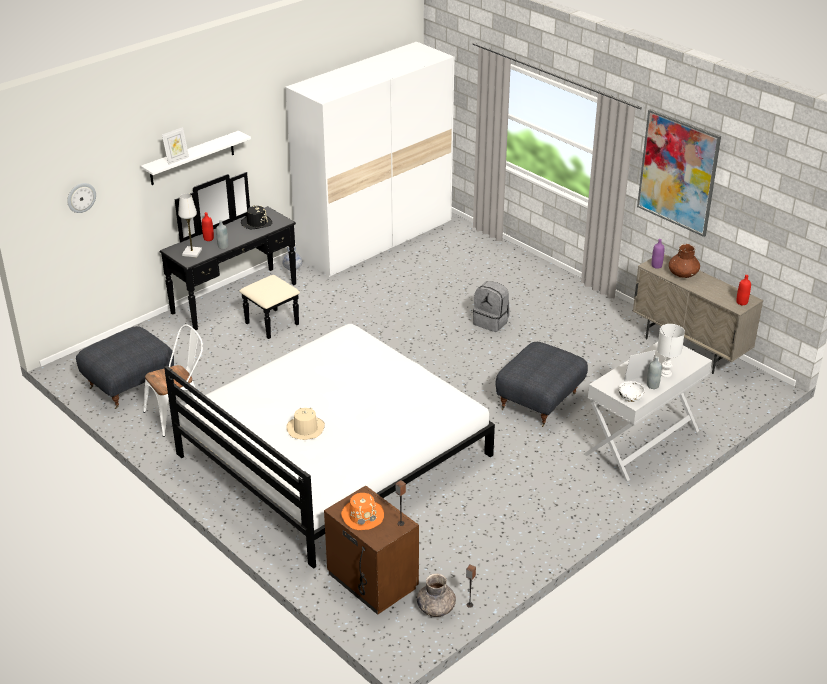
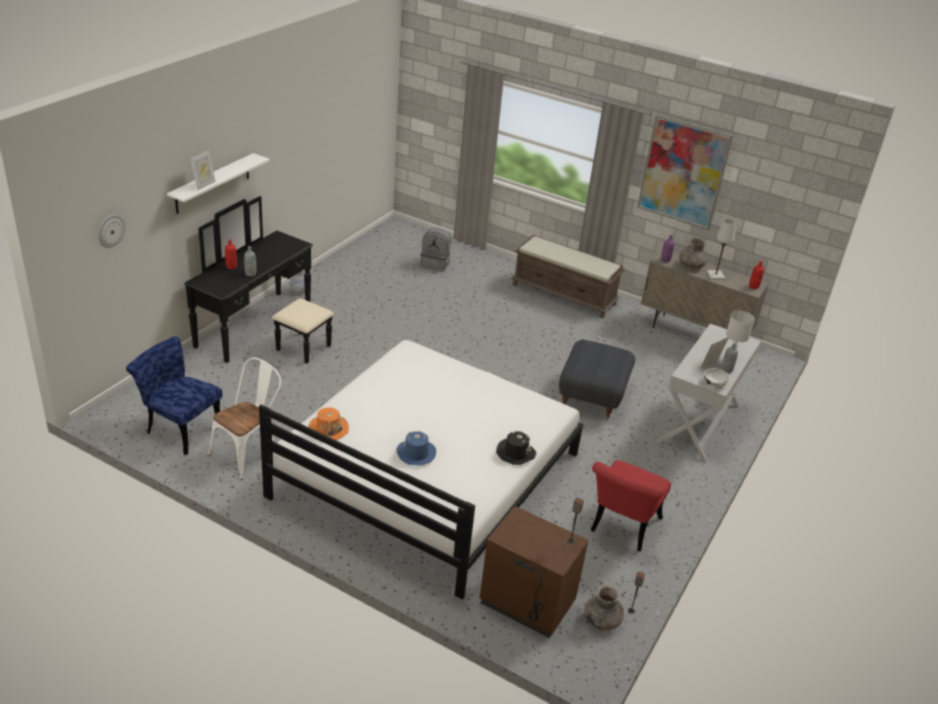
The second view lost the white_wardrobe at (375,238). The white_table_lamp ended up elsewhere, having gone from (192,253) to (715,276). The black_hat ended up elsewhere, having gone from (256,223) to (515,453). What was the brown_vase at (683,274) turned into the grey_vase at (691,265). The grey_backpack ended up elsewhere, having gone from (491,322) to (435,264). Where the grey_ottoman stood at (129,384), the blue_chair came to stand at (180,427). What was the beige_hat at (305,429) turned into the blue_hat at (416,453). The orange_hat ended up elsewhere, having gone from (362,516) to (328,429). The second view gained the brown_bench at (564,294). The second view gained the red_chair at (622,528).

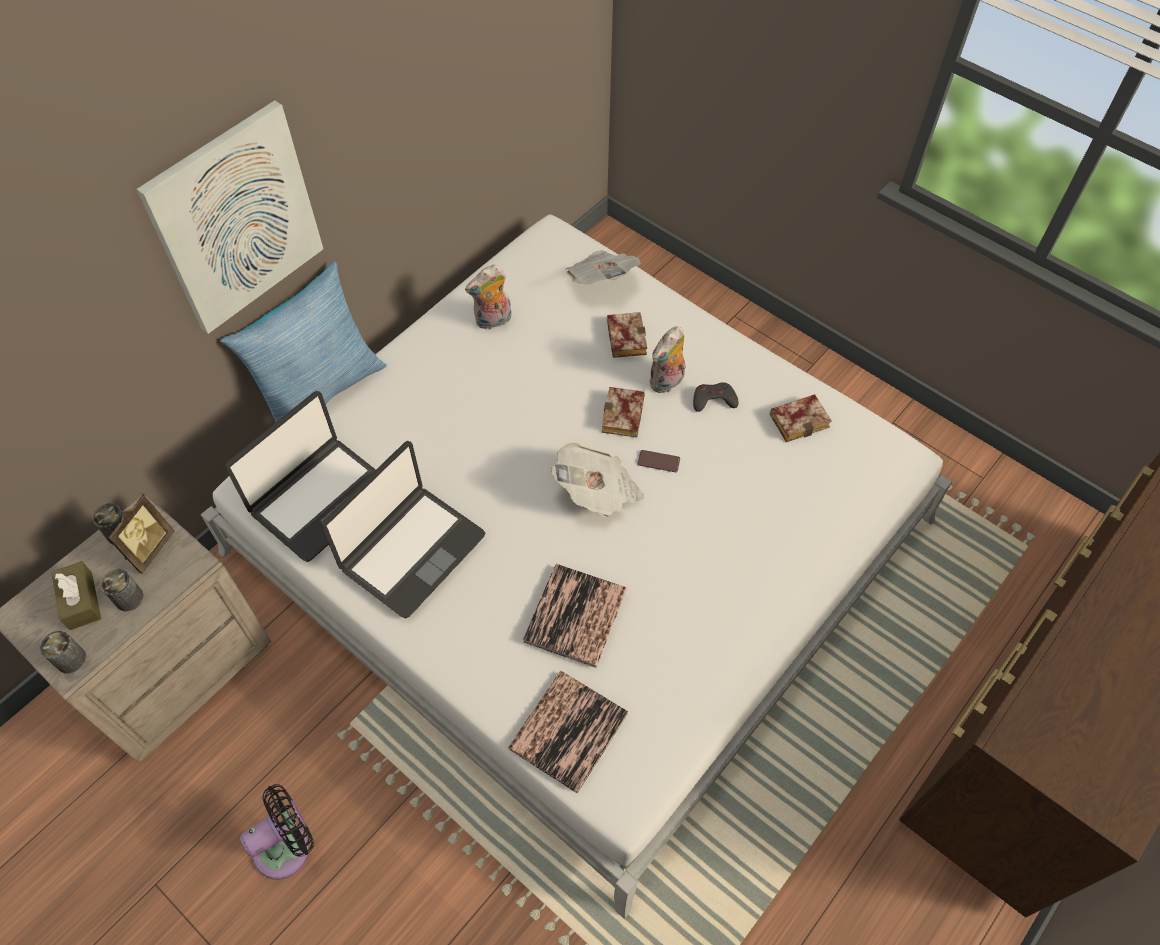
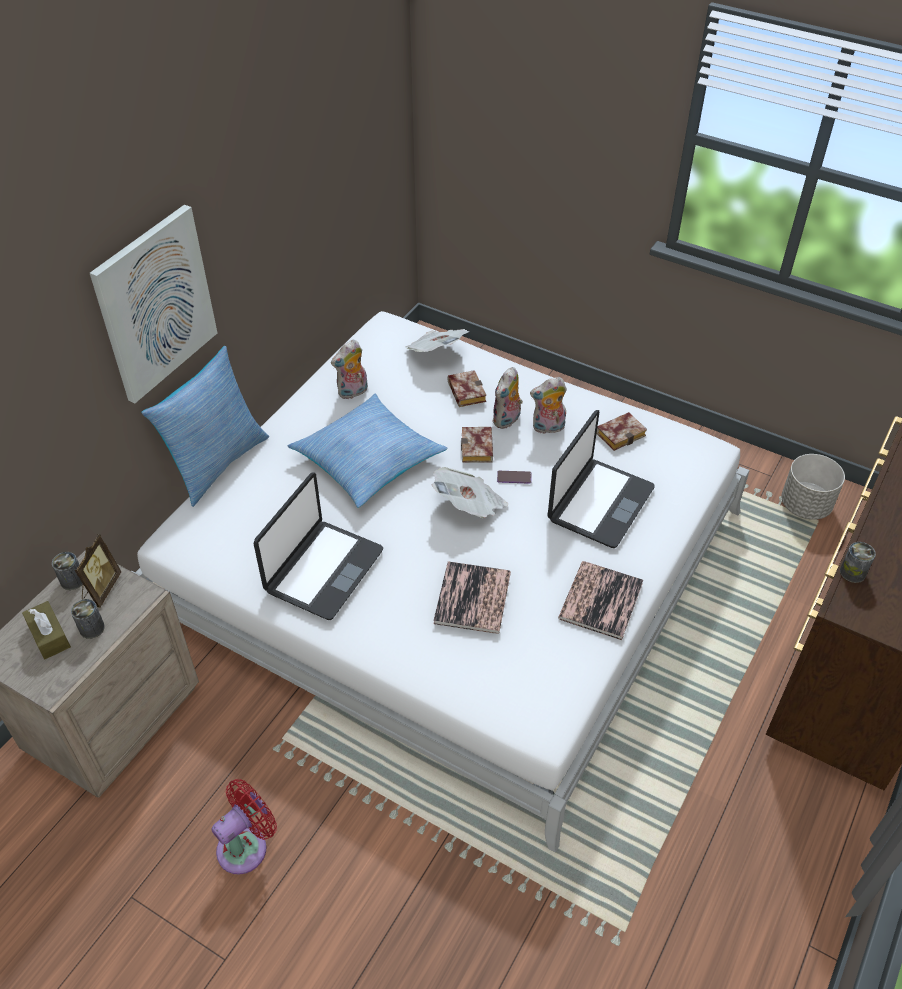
Where the grey_game_controller stood at (713,400), the plush_toy came to stand at (548,428). The laptop ended up elsewhere, having gone from (320,499) to (599,503). The can ended up elsewhere, having gone from (71,659) to (852,572). The book ended up elsewhere, having gone from (568,731) to (601,600). What was the black_fan at (287,846) turned into the red_fan at (246,846). The second view gained the pillow at (367,459). The second view gained the grey_planter at (805,506).

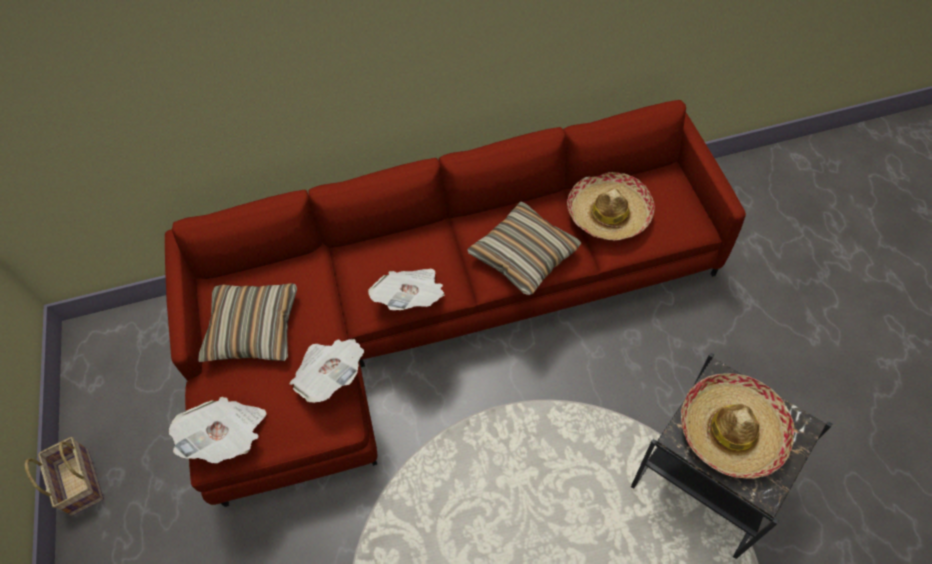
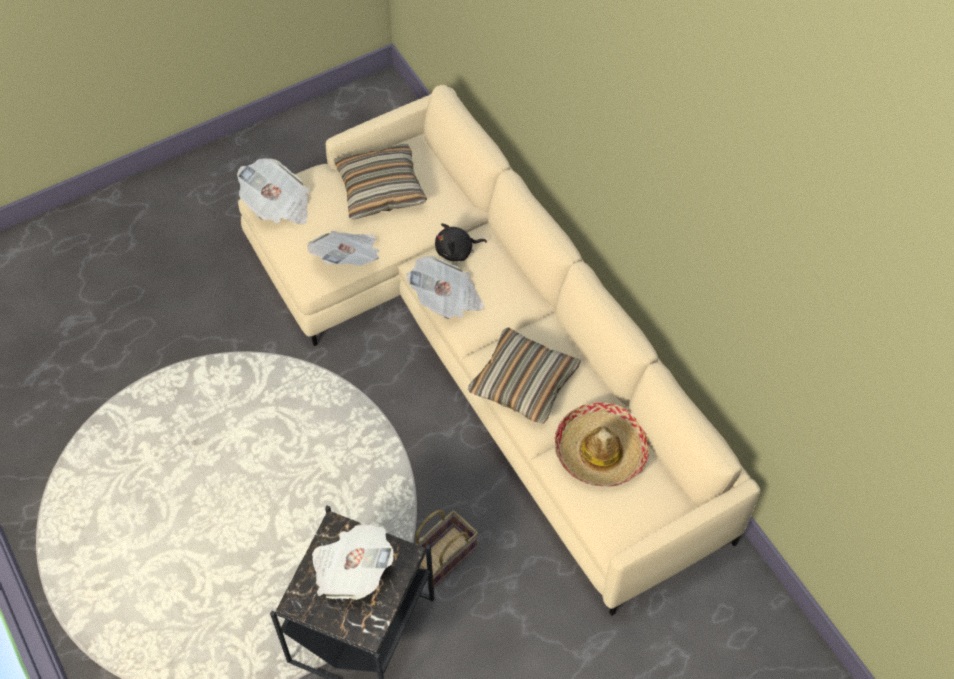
What was the red_sofa at (435,309) turned into the beige_sofa at (487,351). Where the hat stood at (732,430), the newspaper came to stand at (351,570). The basket ended up elsewhere, having gone from (79,481) to (444,555). The second view gained the black_plush_toy at (457,251).

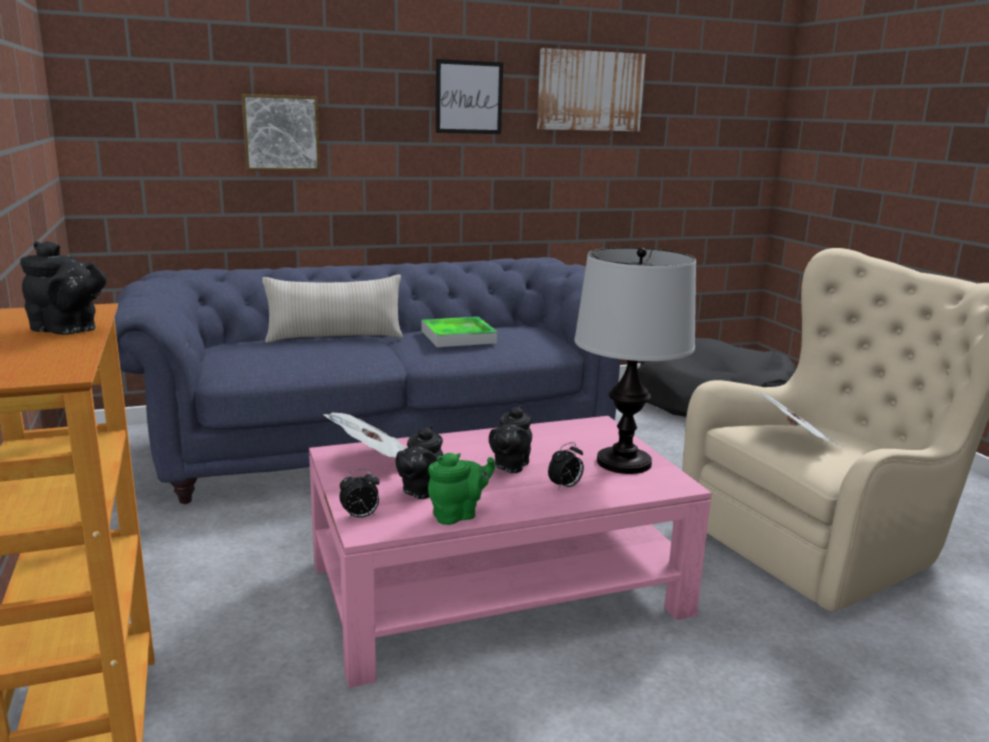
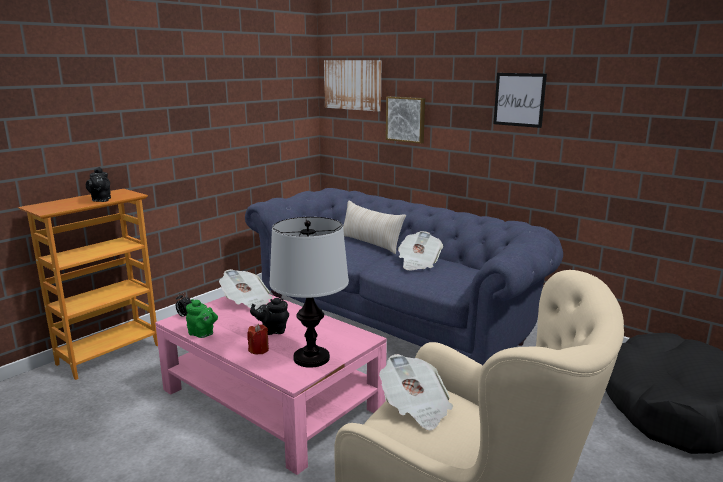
The picture ended up elsewhere, having gone from (590,91) to (353,85). Where the tray stood at (458,337), the newspaper came to stand at (418,263). The second view lost the black_teapot at (420,491). Where the alarm_clock stood at (565,487), the red_candle came to stand at (259,350).

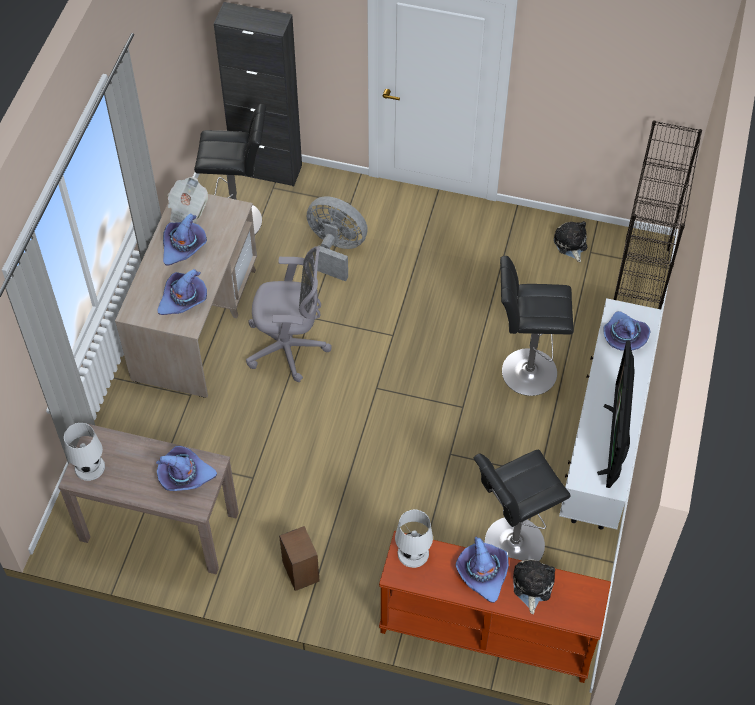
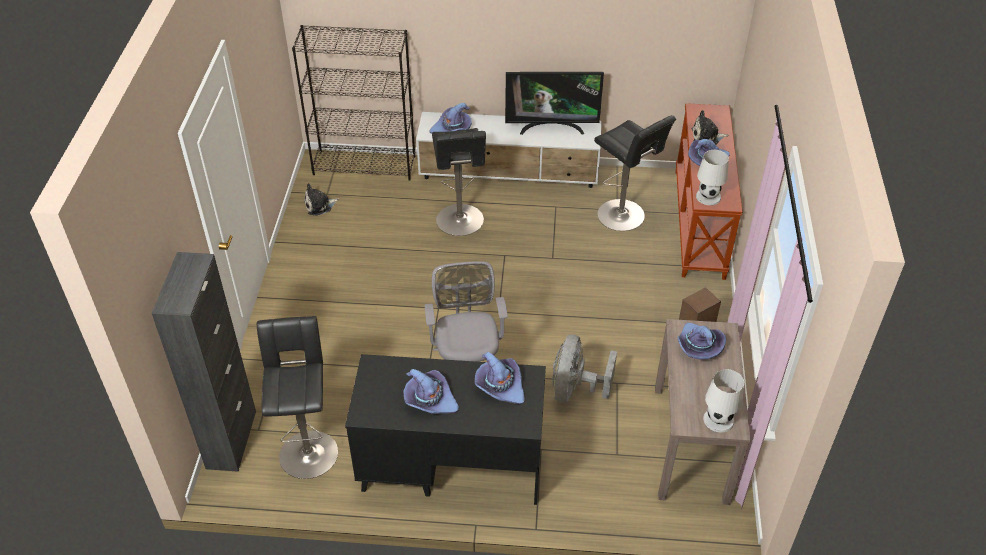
The second view lost the newspaper at (187,210). What was the beige_desk at (196,322) turned into the black_desk at (450,463). The grey_fan ended up elsewhere, having gone from (336,250) to (575,389).

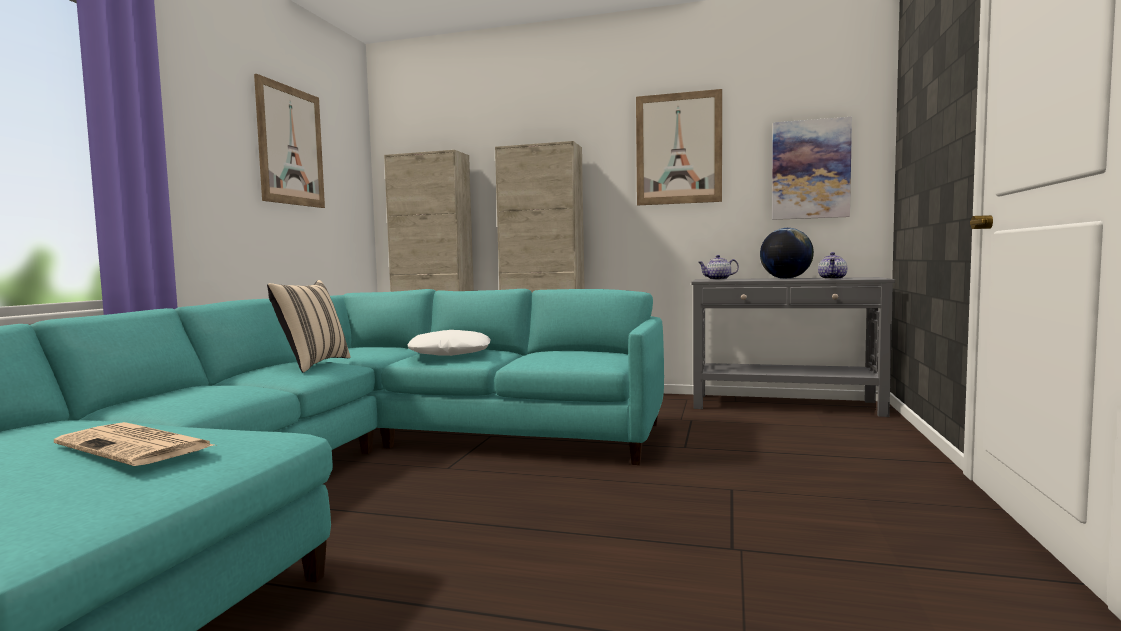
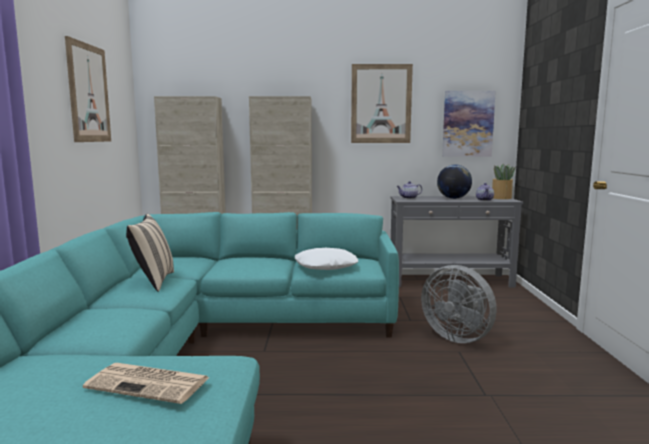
The white_pillow ended up elsewhere, having gone from (450,353) to (325,266). The second view gained the potted_plant at (501,198). The second view gained the grey_fan at (458,337).

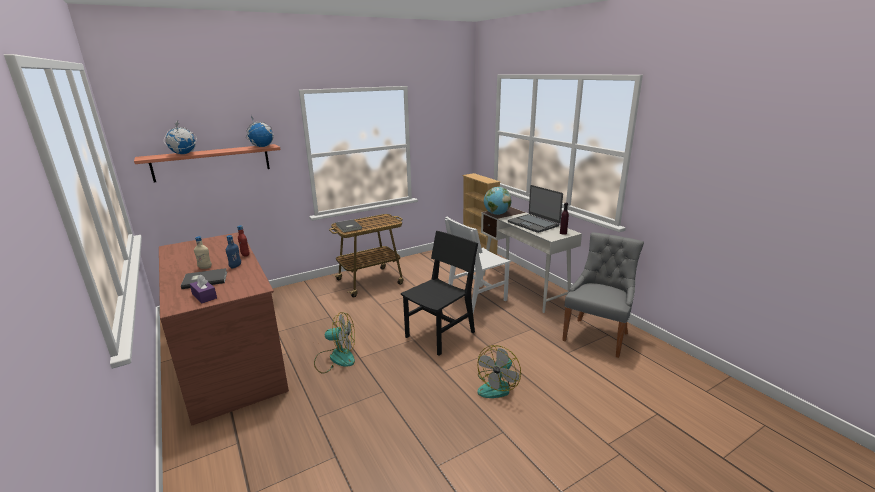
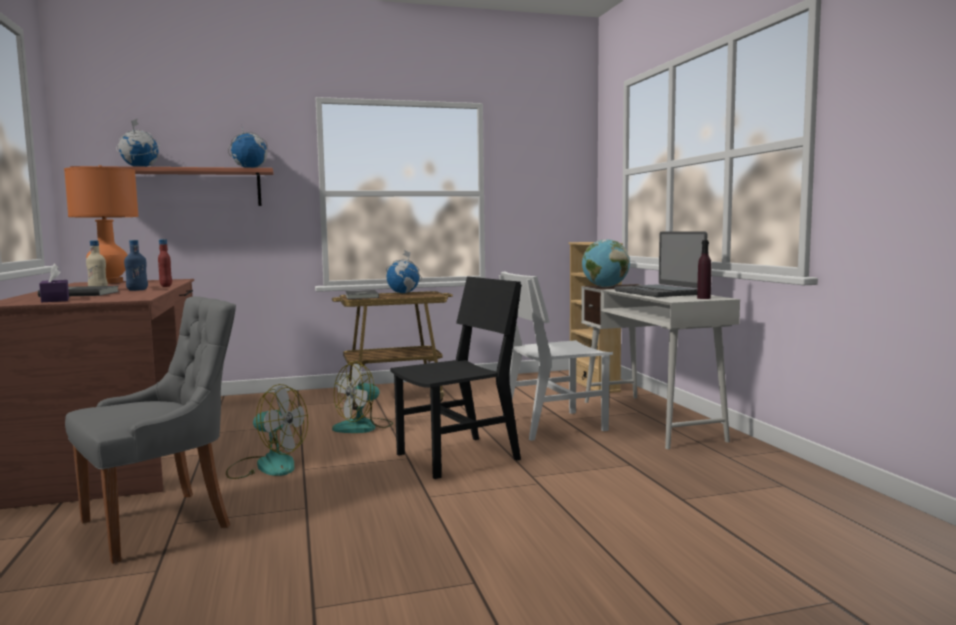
The grey_chair ended up elsewhere, having gone from (597,335) to (162,522). The fan ended up elsewhere, having gone from (497,386) to (363,427). The second view gained the orange_table_lamp at (109,282). The second view gained the globe at (404,293).

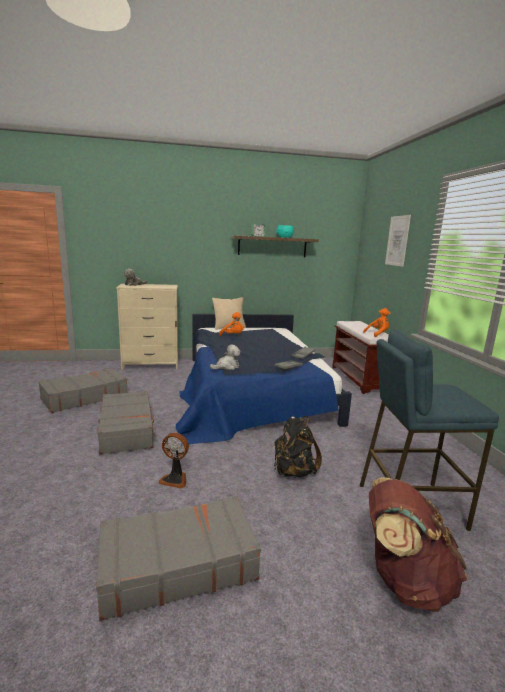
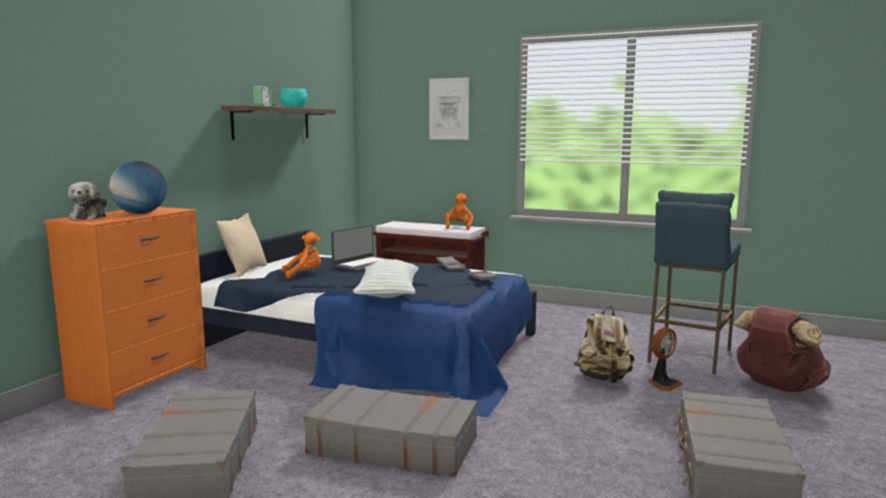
What was the beige_dresser at (150,364) turned into the orange_dresser at (141,383). The second view lost the plush_toy at (227,367). What was the black_backpack at (293,472) turned into the beige_backpack at (604,379). The fan ended up elsewhere, having gone from (175,479) to (663,384). The second view gained the globe at (140,213). The second view gained the laptop at (364,264). The second view gained the pillow at (388,294).

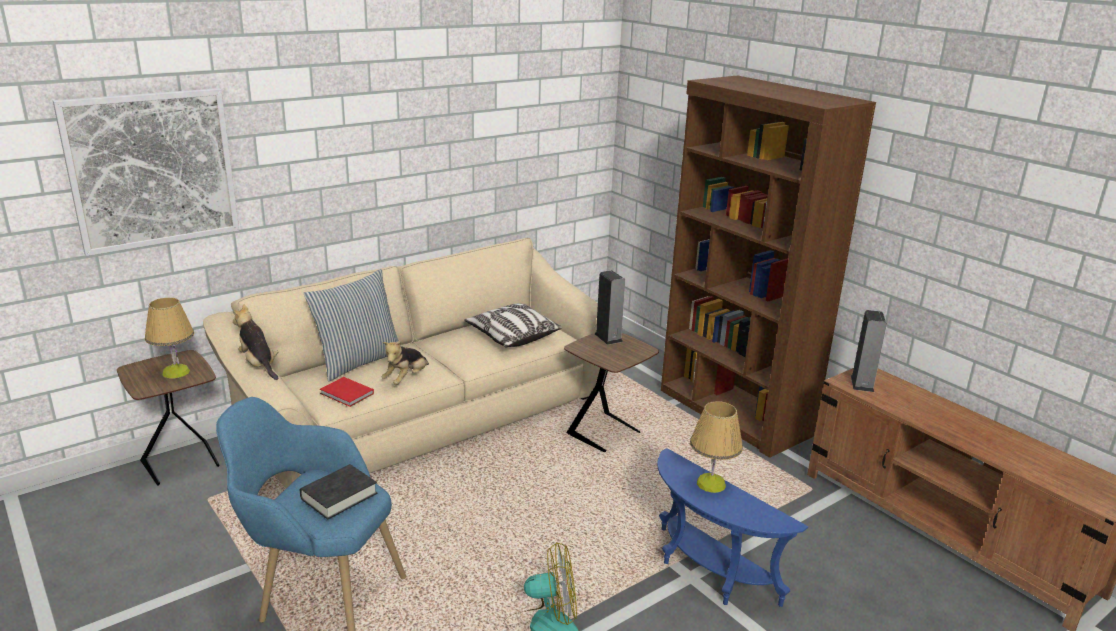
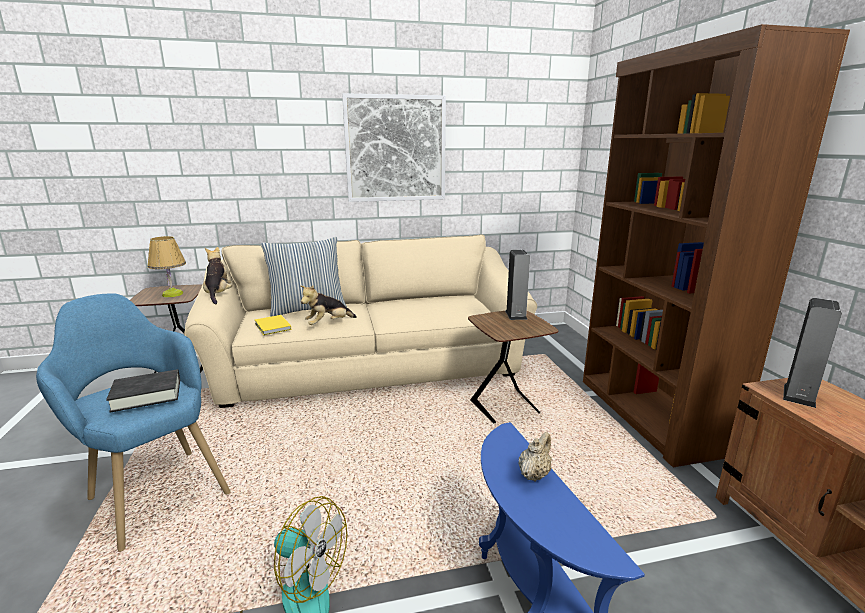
The picture ended up elsewhere, having gone from (152,170) to (395,149). The second view lost the pillow at (512,336). What was the red_book at (347,394) turned into the yellow_book at (272,327). Where the table_lamp stood at (711,484), the beige_teapot came to stand at (534,474).

